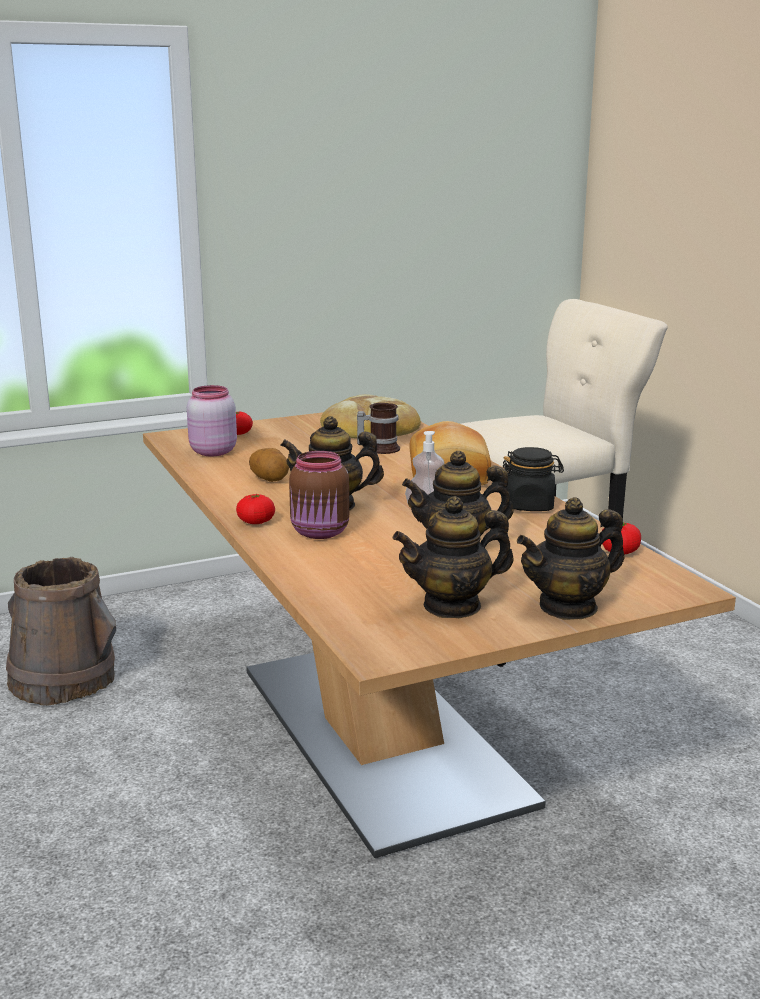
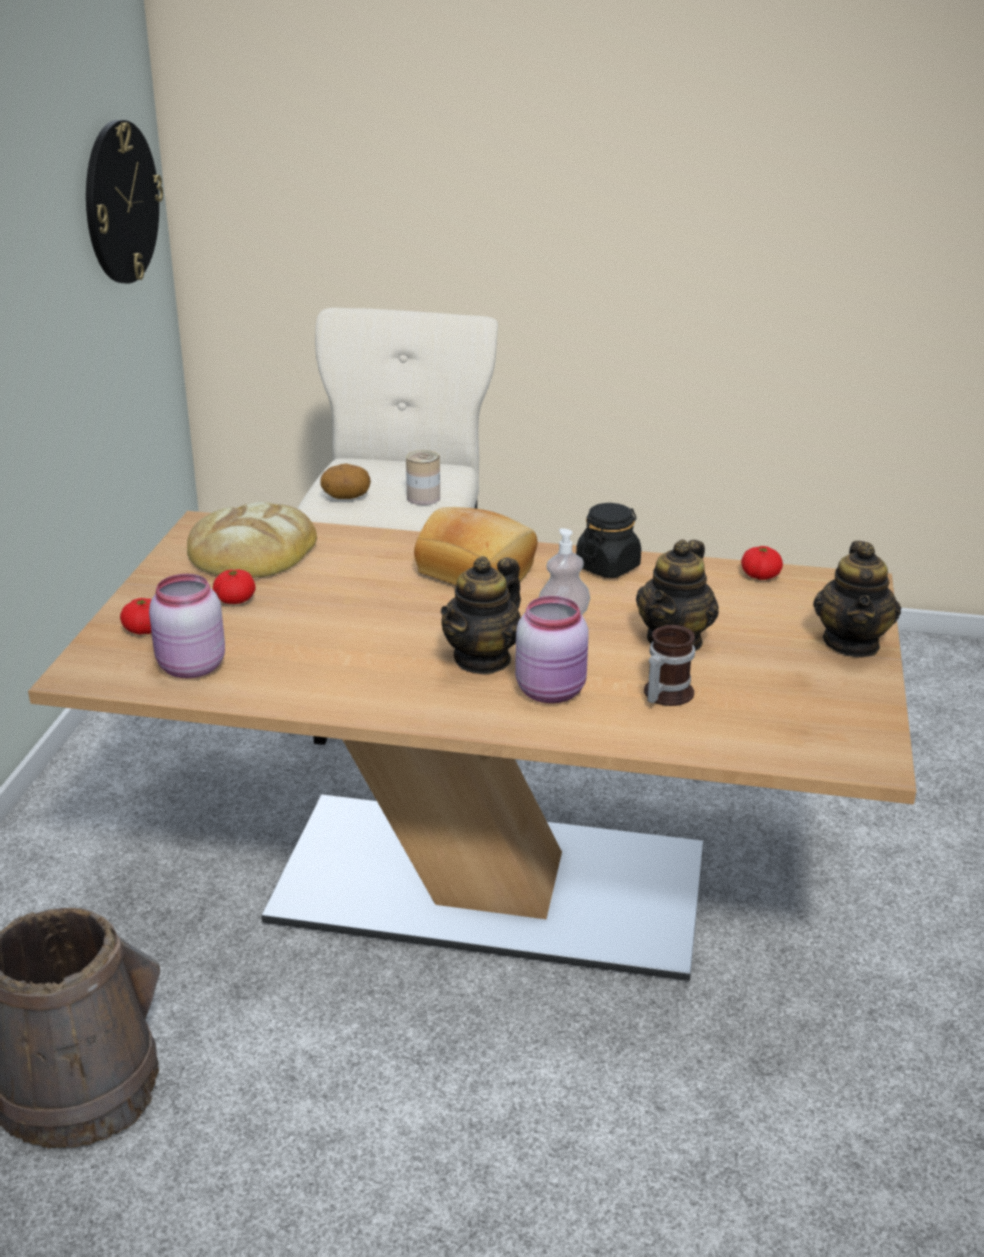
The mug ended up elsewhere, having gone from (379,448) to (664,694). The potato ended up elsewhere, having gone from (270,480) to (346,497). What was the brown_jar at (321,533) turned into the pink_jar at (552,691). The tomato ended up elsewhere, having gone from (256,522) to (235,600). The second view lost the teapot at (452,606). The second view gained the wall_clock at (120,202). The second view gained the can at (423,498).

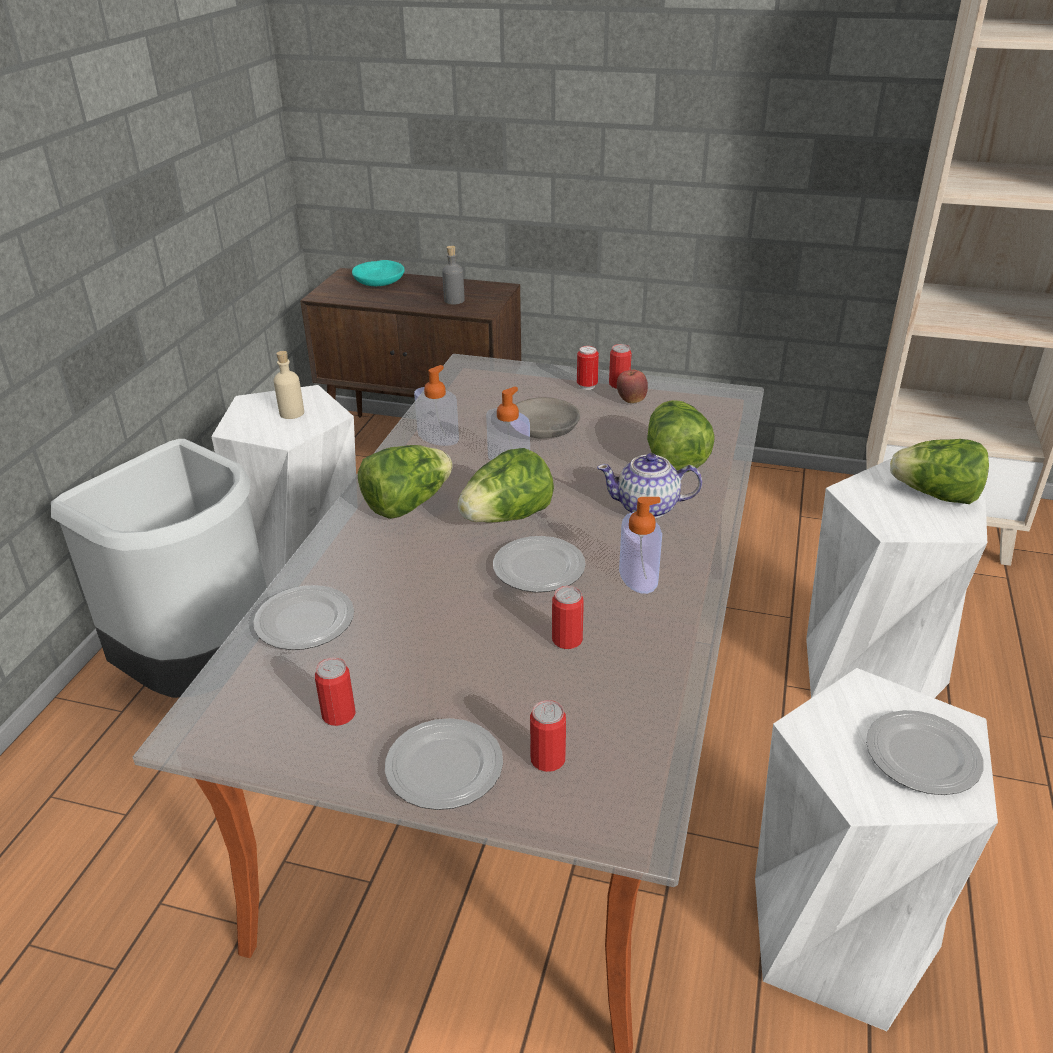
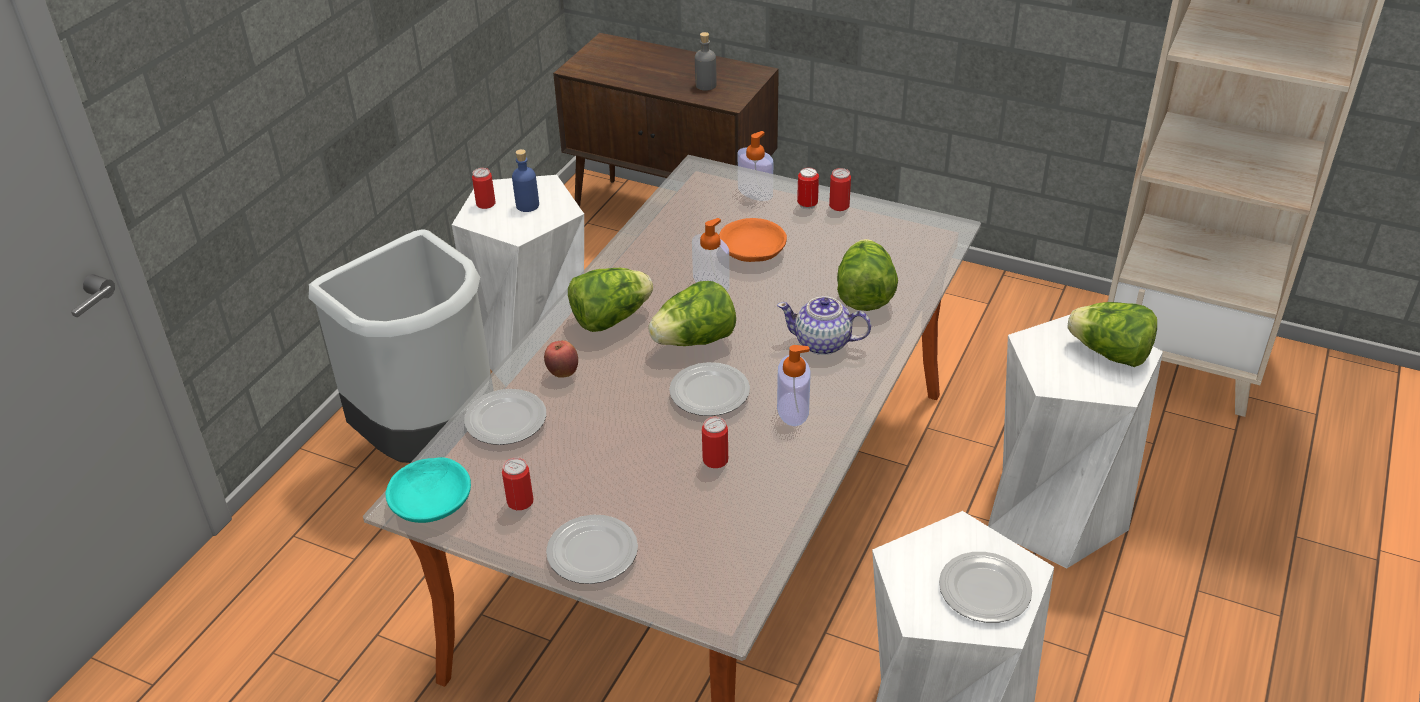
The turquoise_bowl ended up elsewhere, having gone from (379,281) to (431,500). What was the beige_bottle at (292,413) turned into the blue_bottle at (527,205). The soap_dispenser ended up elsewhere, having gone from (438,437) to (755,192). The apple ended up elsewhere, having gone from (631,401) to (562,372). What was the grey_bowl at (544,429) turned into the orange_bowl at (753,251). The can ended up elsewhere, having gone from (547,759) to (485,204).

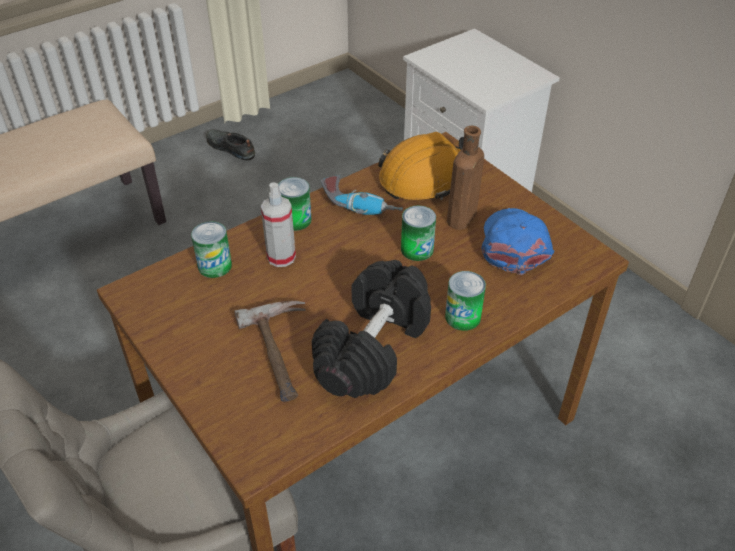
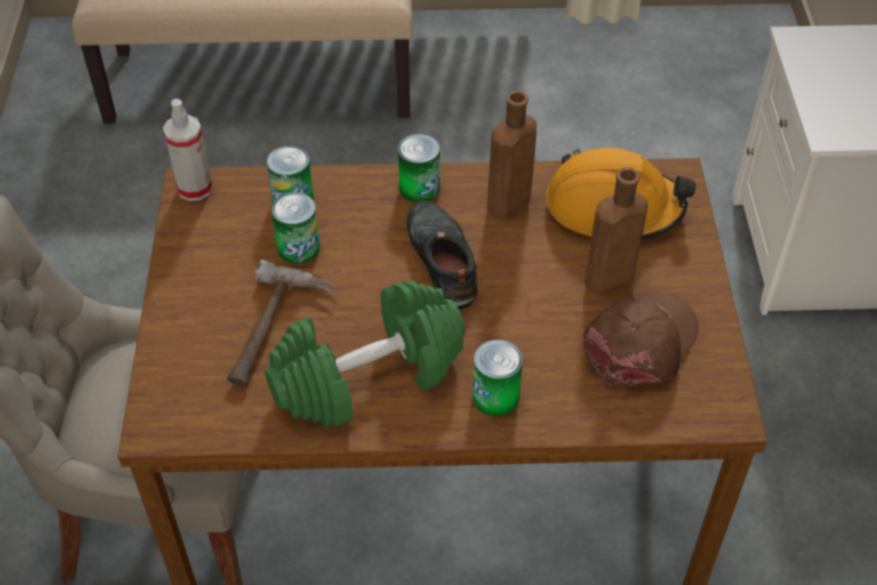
The black_shoe ended up elsewhere, having gone from (230,148) to (441,259). Where the power_drill stood at (360,205), the brown_bottle came to stand at (506,204). The spray_bottle ended up elsewhere, having gone from (281,257) to (195,188). The can ended up elsewhere, having gone from (417,249) to (298,247). What was the blue_cap at (514,244) turned into the brown_cap at (641,344). What was the black_dumbbell at (373,348) turned into the green_dumbbell at (368,377).

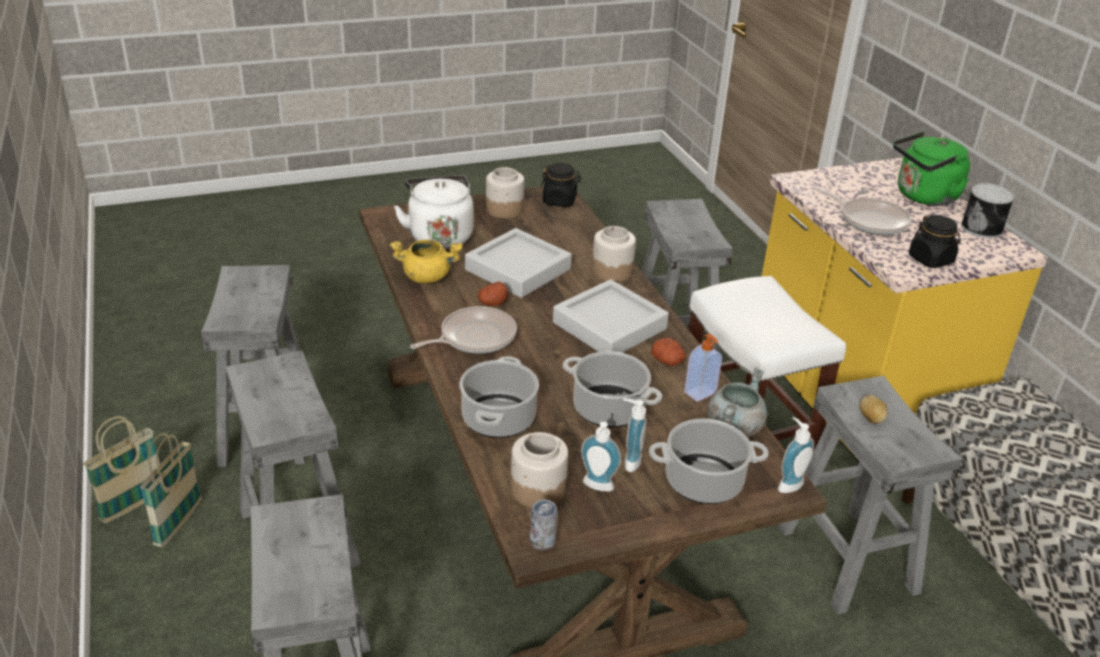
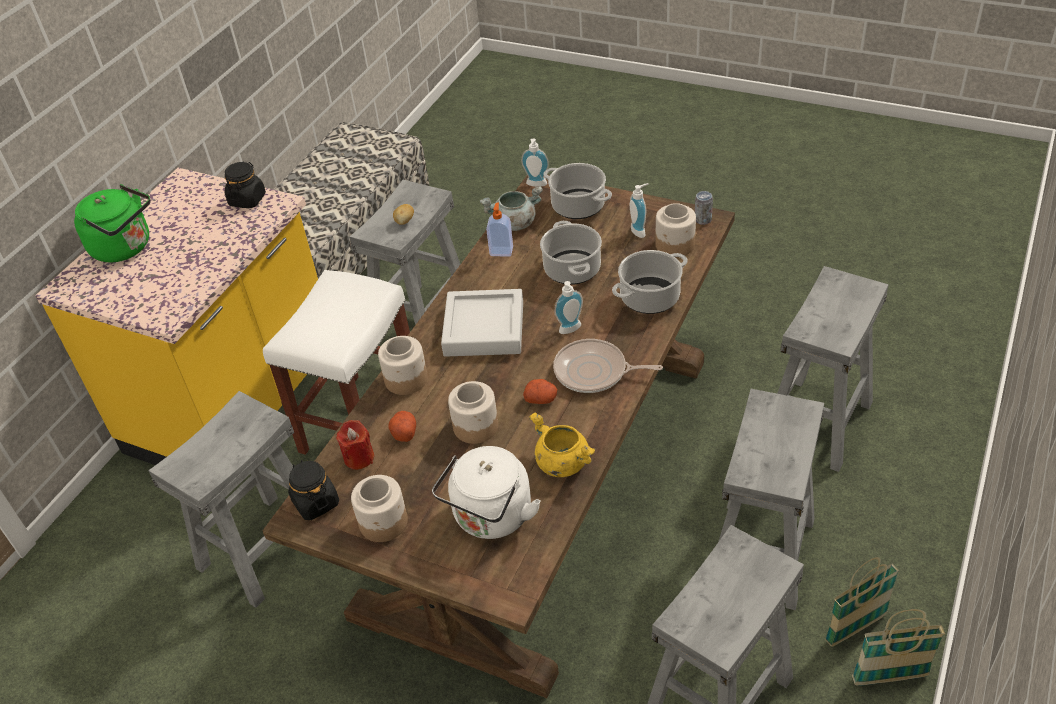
The second view lost the can at (982,228). The second view lost the frying_pan at (870,220). Where the grey_tray stood at (518,269), the jar came to stand at (476,426). The potato ended up elsewhere, having gone from (668,361) to (404,432). The soap_dispenser ended up elsewhere, having gone from (629,461) to (571,330). The second view gained the red_candle at (359,458).

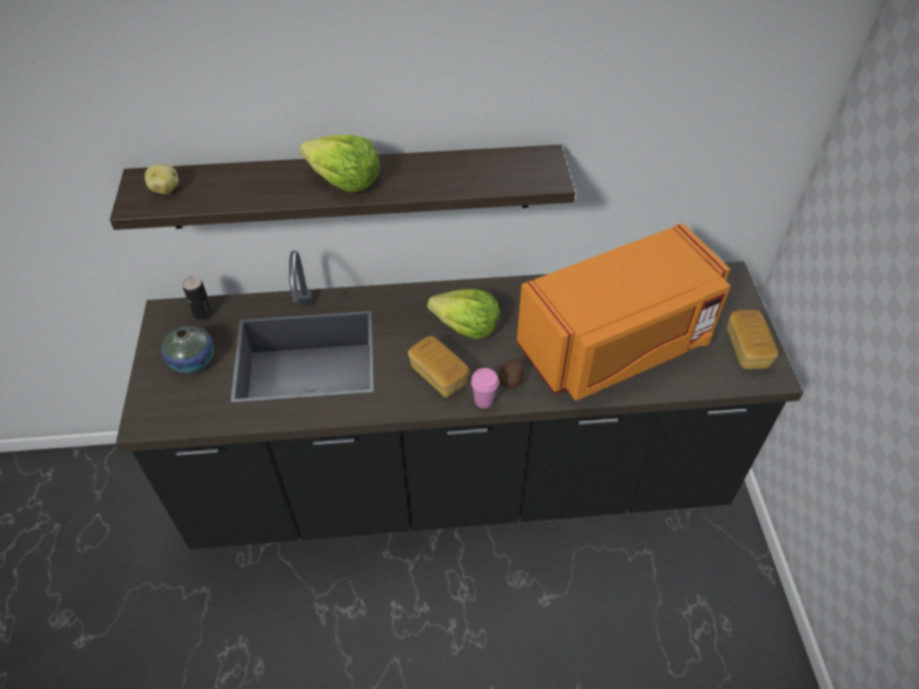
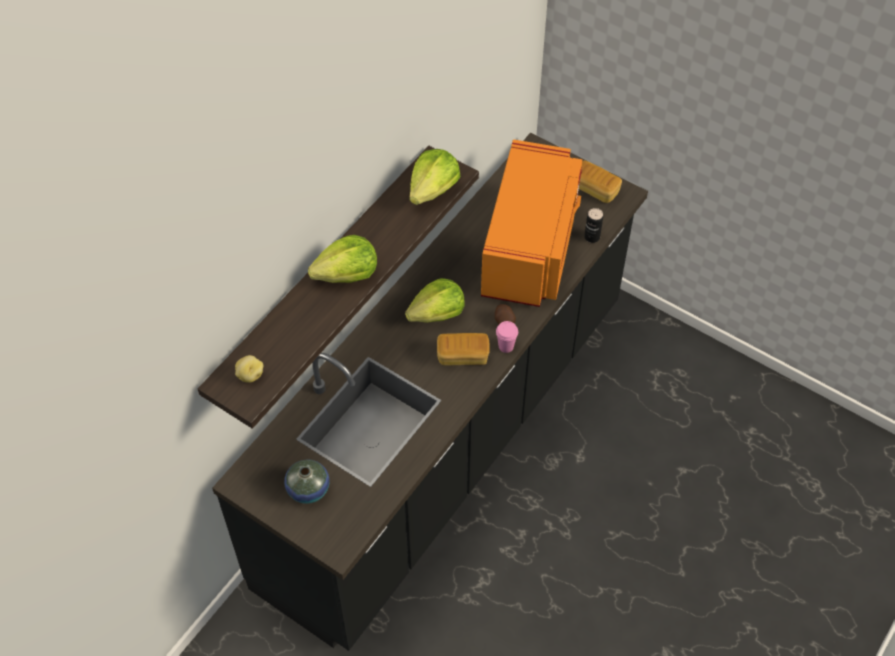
The can ended up elsewhere, having gone from (203,313) to (592,237). The second view gained the lettuce at (433,189).

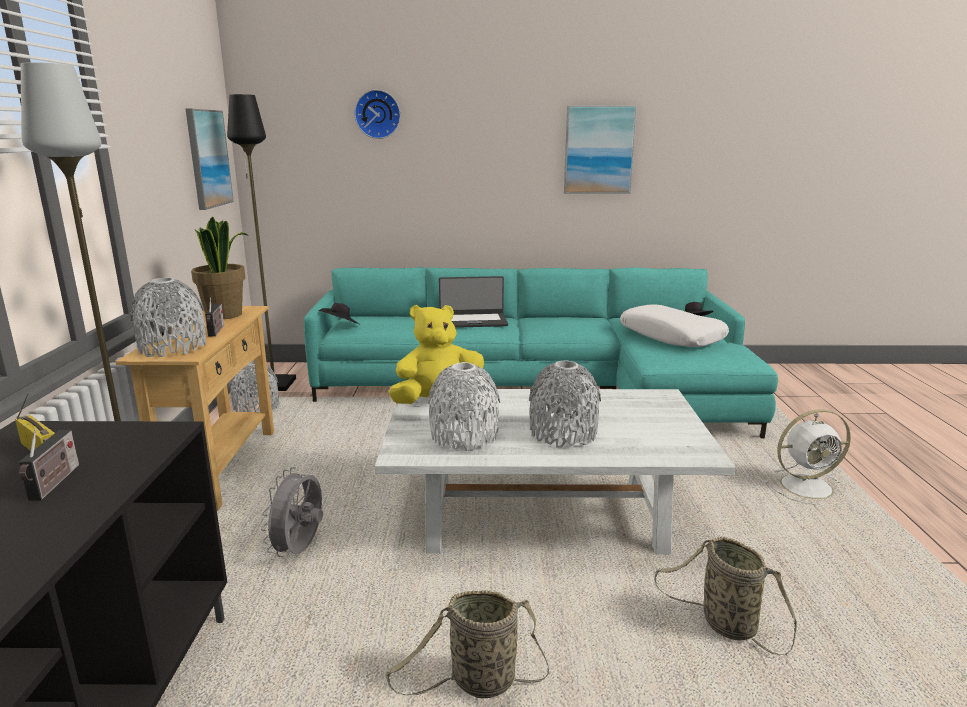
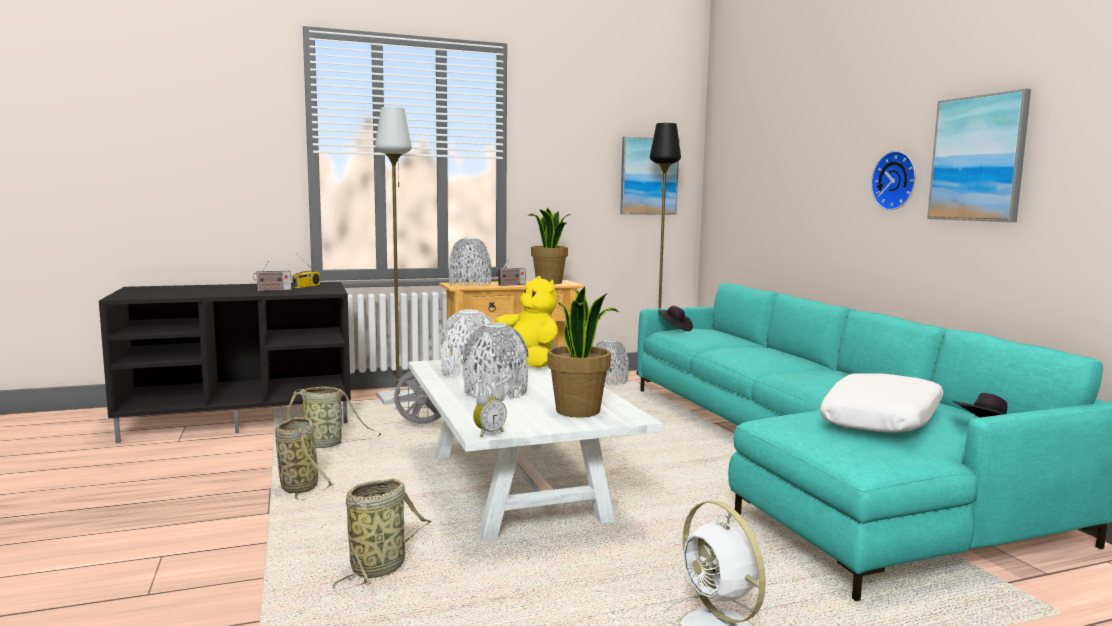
The wall_clock ended up elsewhere, having gone from (378,114) to (896,180). The second view lost the laptop at (473,321). The second view gained the potted_plant at (579,411). The second view gained the basket at (326,445). The second view gained the alarm_clock at (488,433).

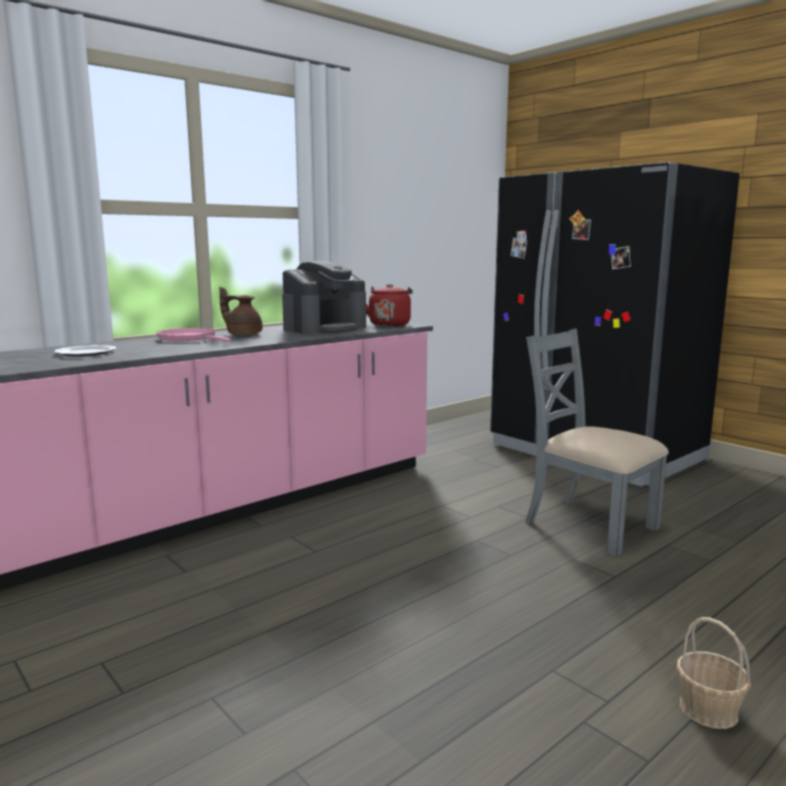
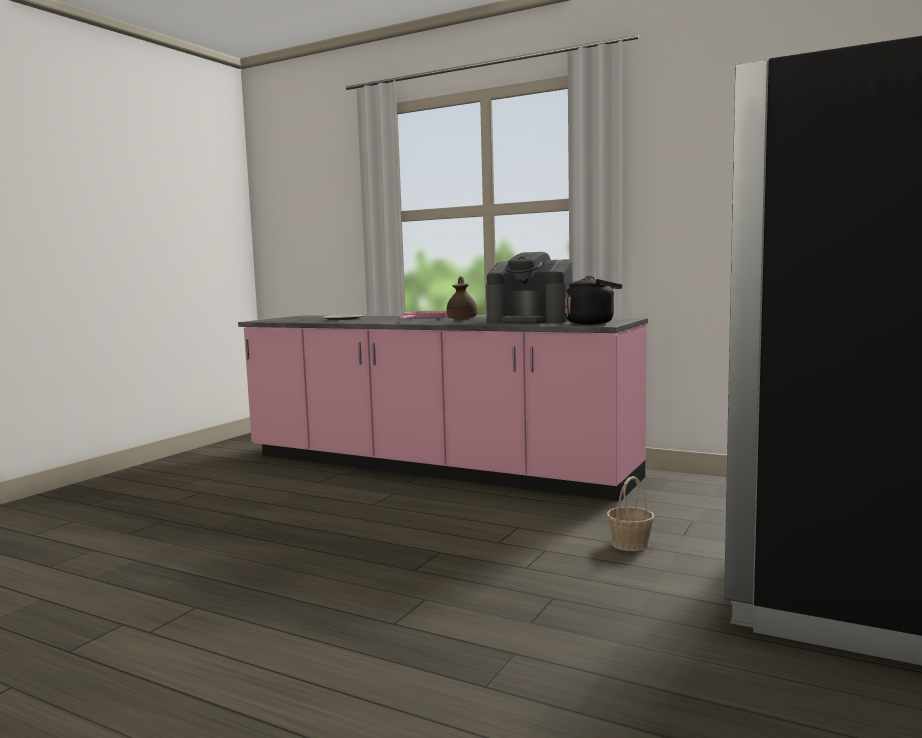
What was the red_kettle at (389,324) turned into the black_kettle at (592,323). The second view lost the grey_chair at (589,525). The basket ended up elsewhere, having gone from (708,710) to (629,544).

